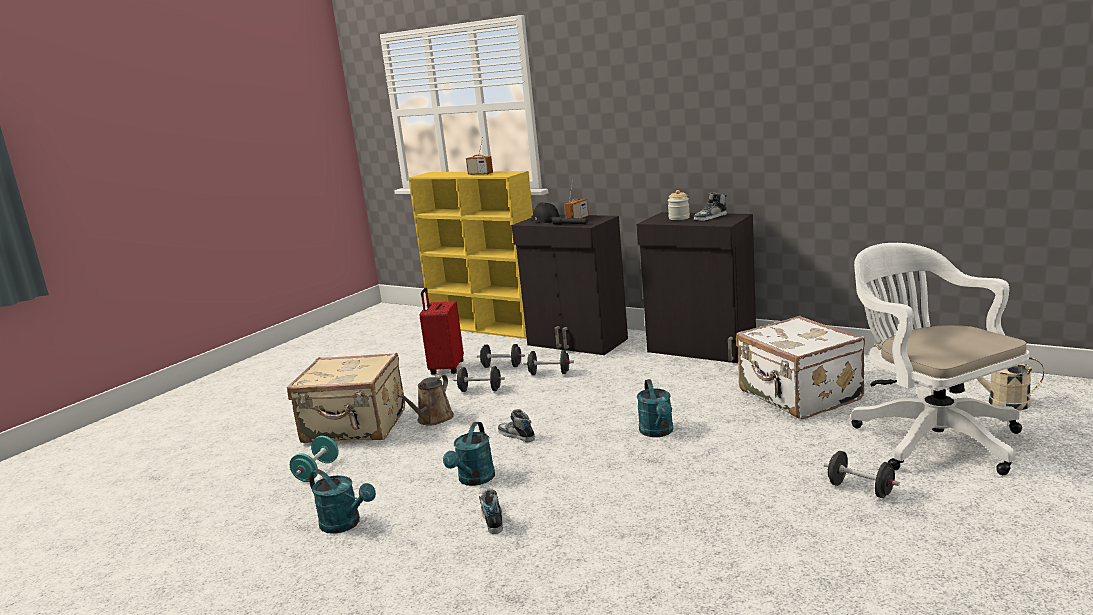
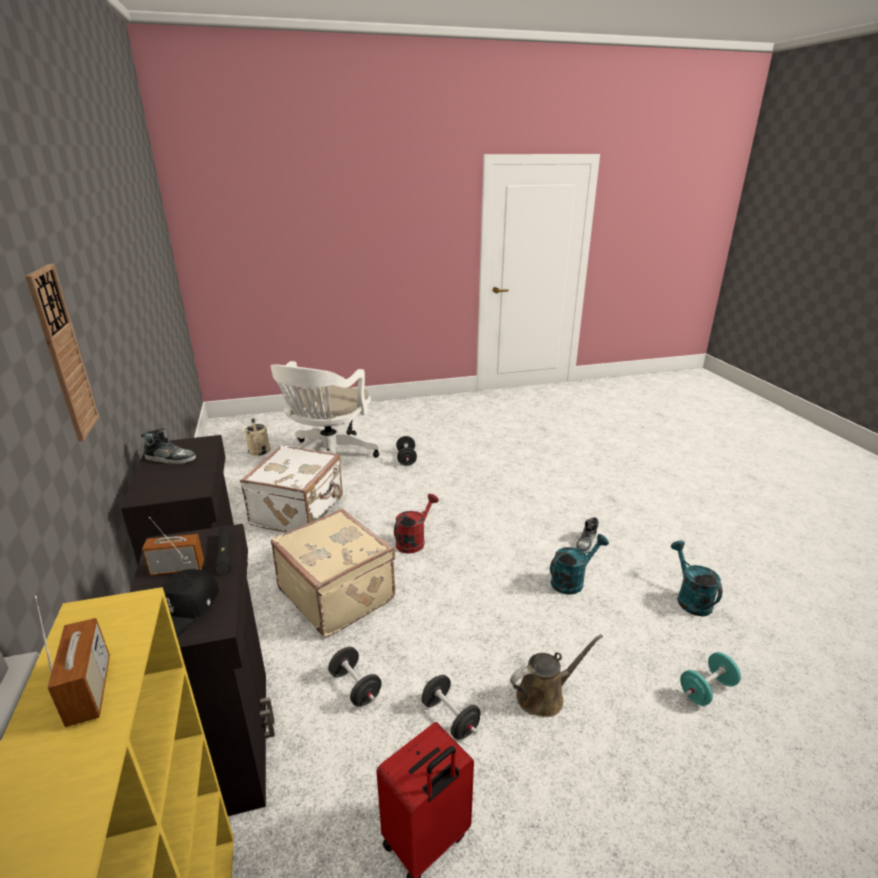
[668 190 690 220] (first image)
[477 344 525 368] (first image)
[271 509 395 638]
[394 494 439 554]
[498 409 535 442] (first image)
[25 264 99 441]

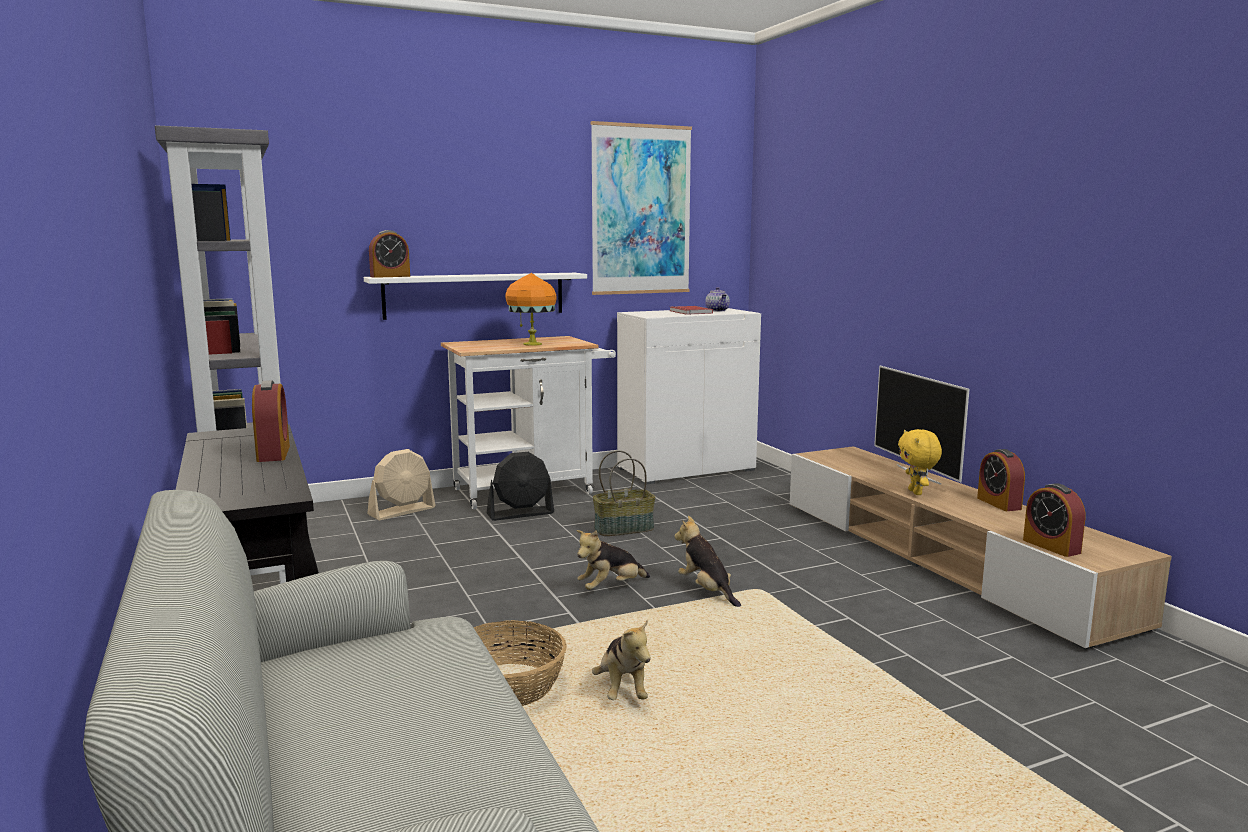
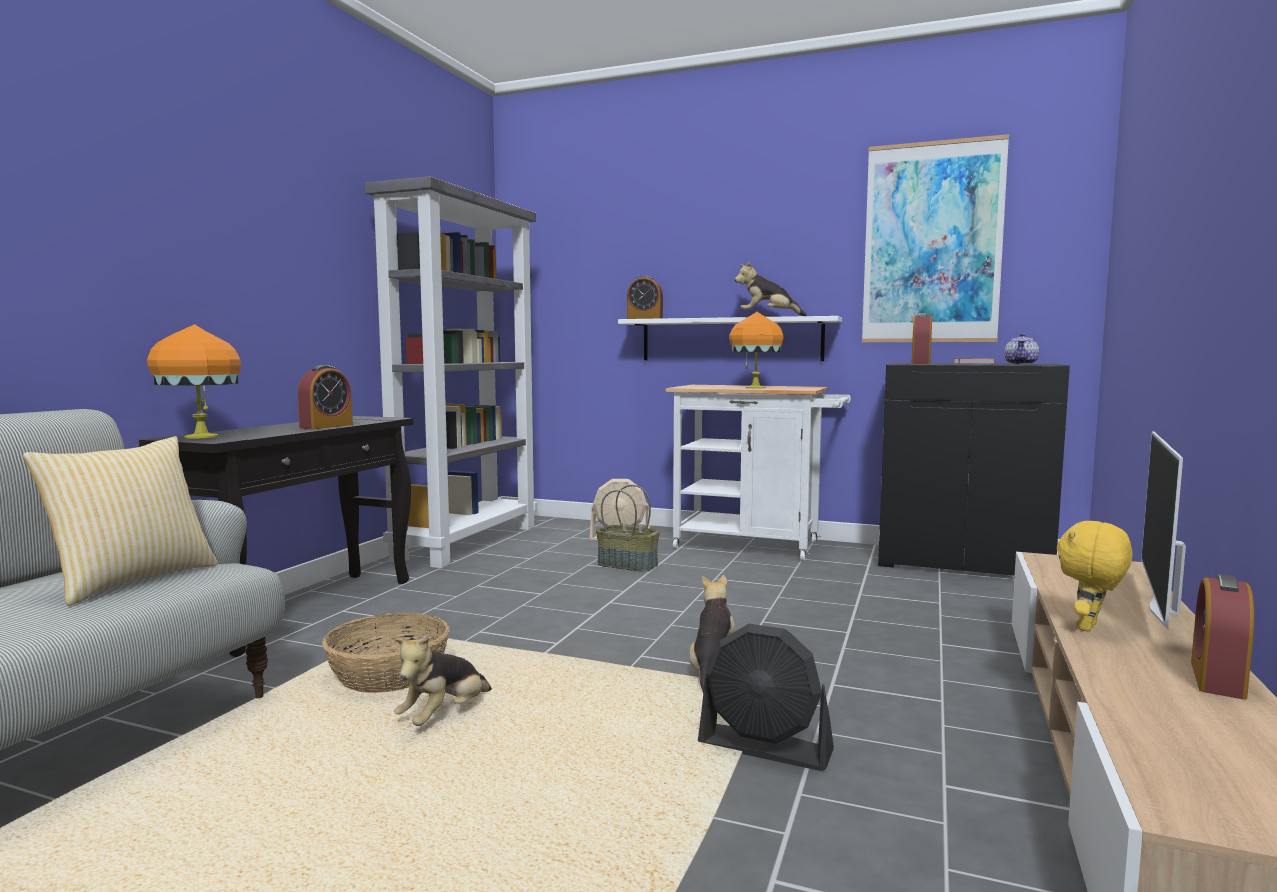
[878 363 1070 576]
[596 485 660 572]
[698 624 834 771]
[911 313 932 364]
[735 261 807 316]
[147 324 241 439]
[23 436 218 606]

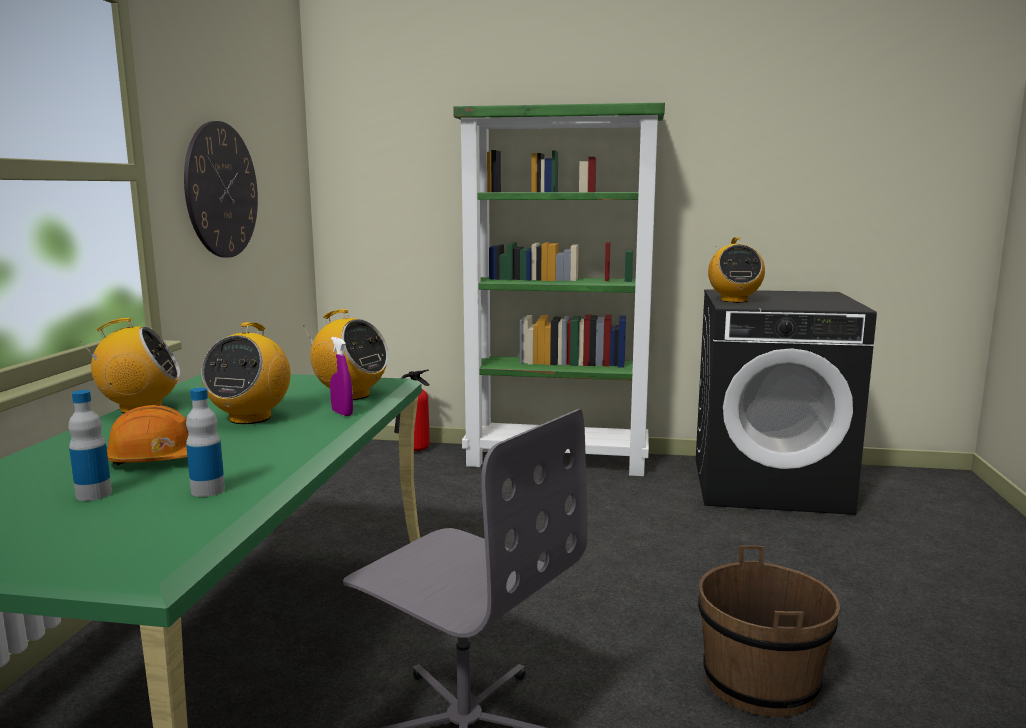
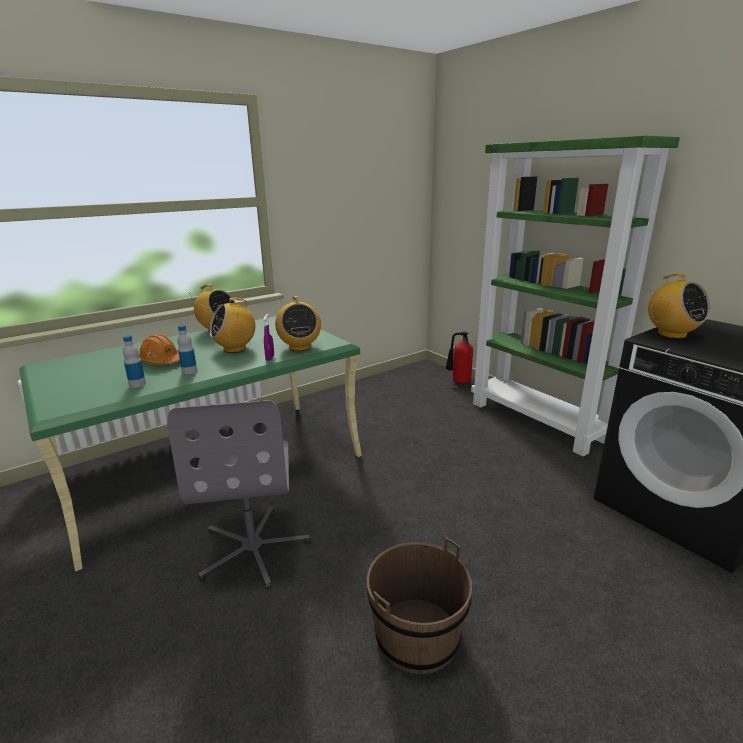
[184 121 258 258] (first image)
[647 274 710 339]
[177 325 197 375]

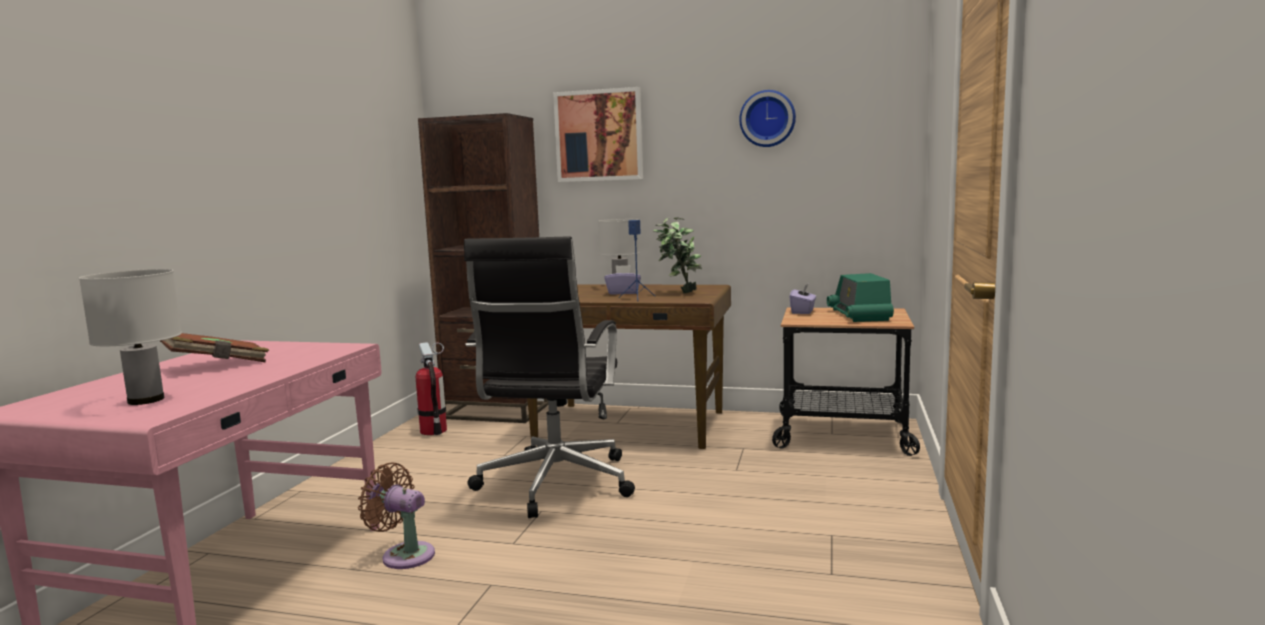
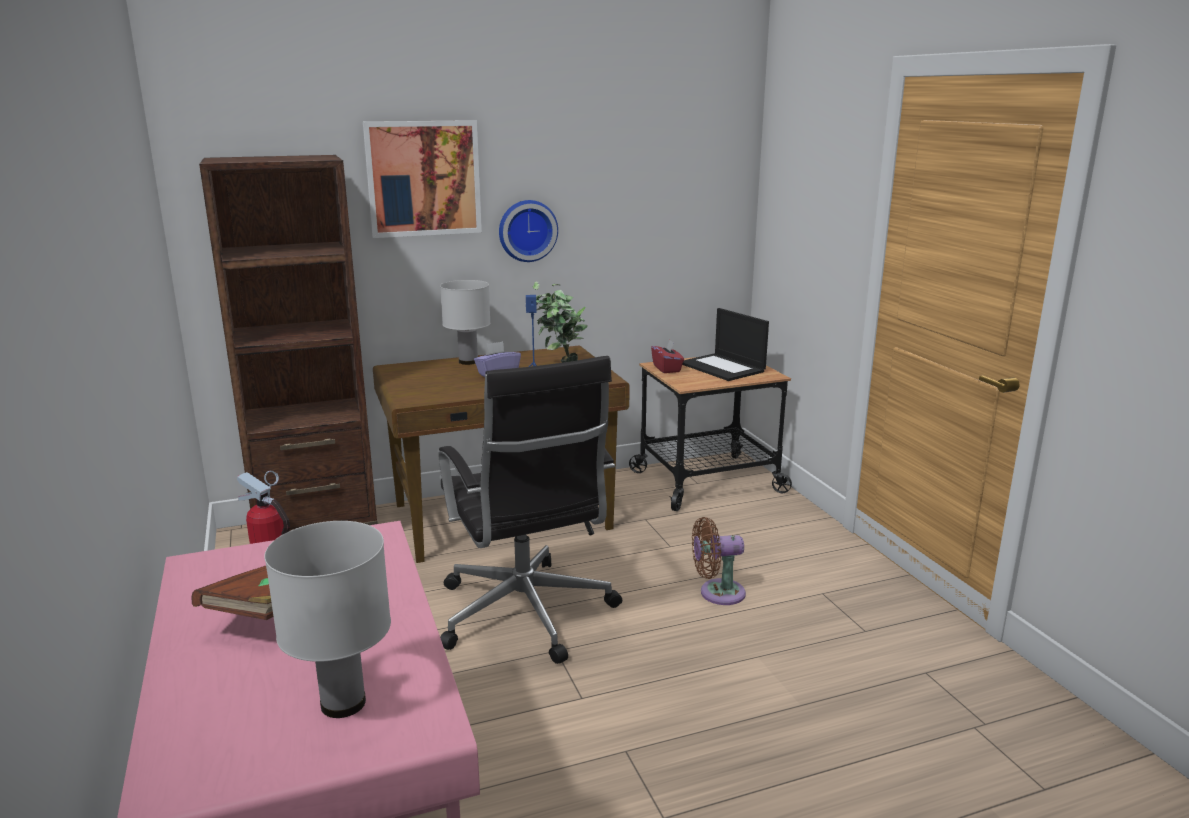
[499 200 558 262]
[682 308 769 381]
[651 340 684 373]
[692 517 746 605]

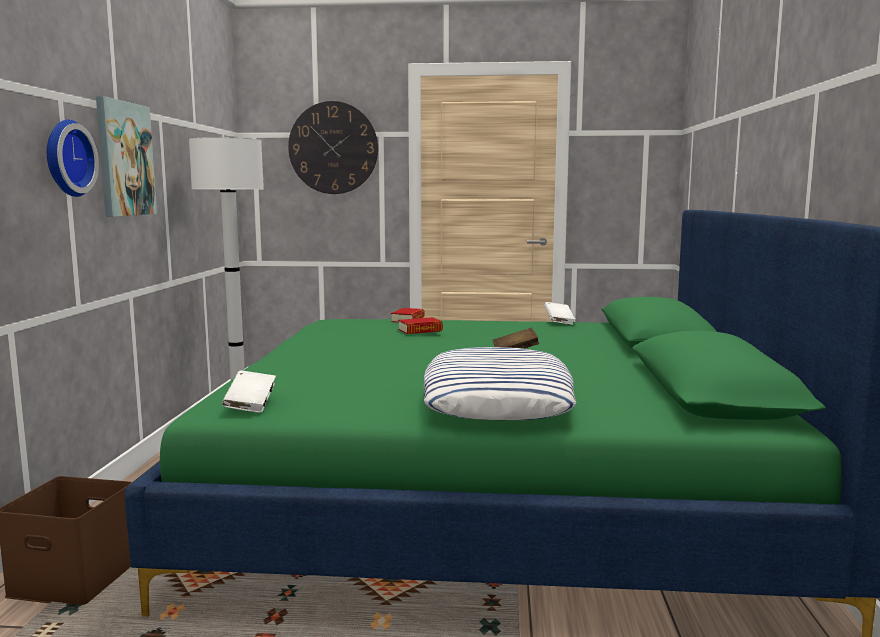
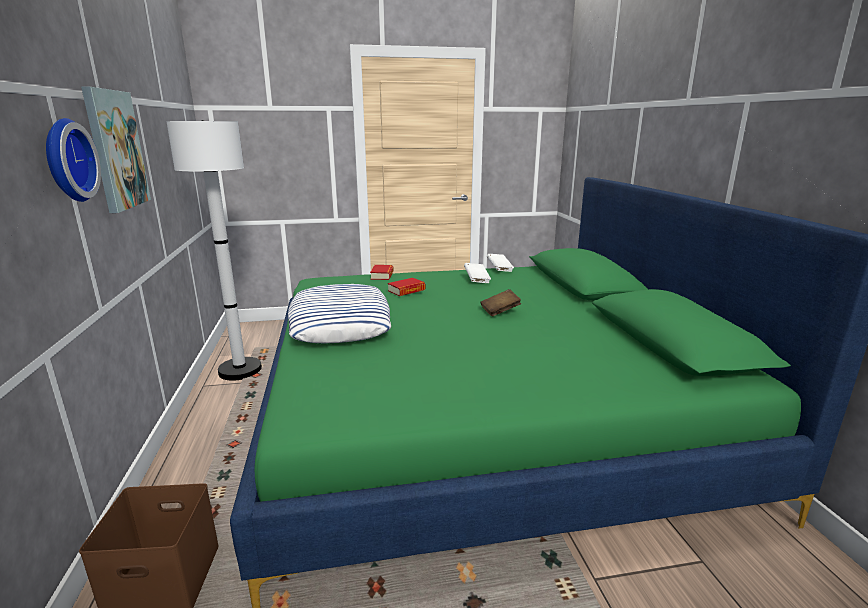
[288 101 378 194] (first image)
[288 284 392 343]
[464 263 491 283]

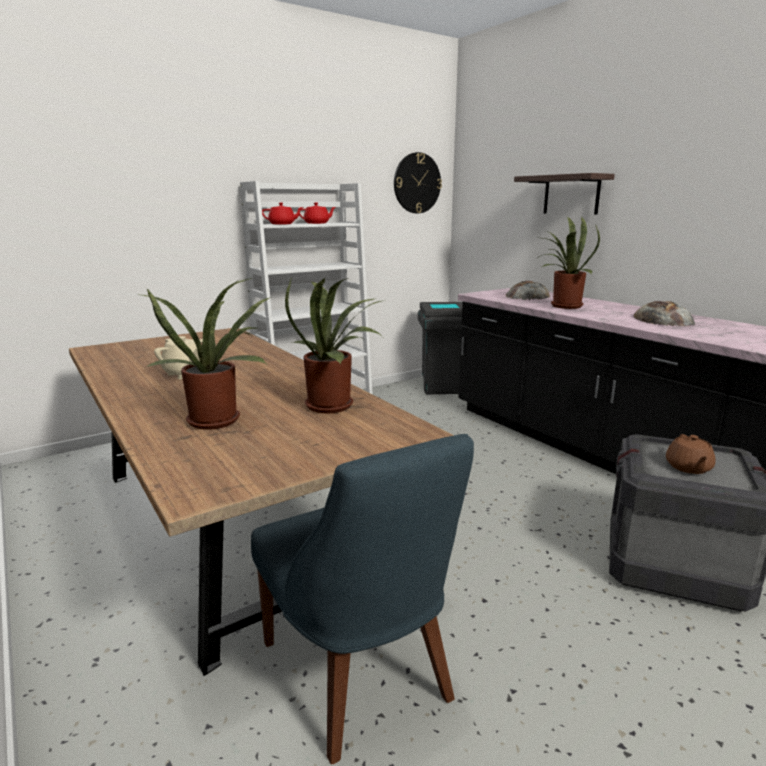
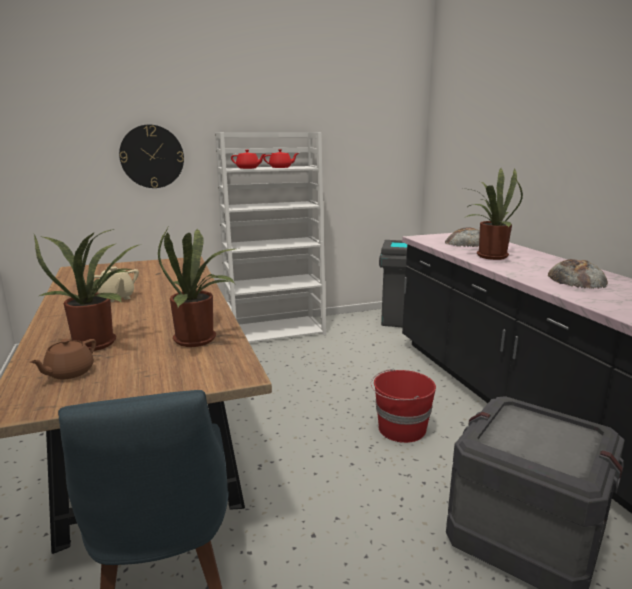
[119 125 184 188]
[514 173 615 215] (first image)
[29 339 96 379]
[371 368 436 443]

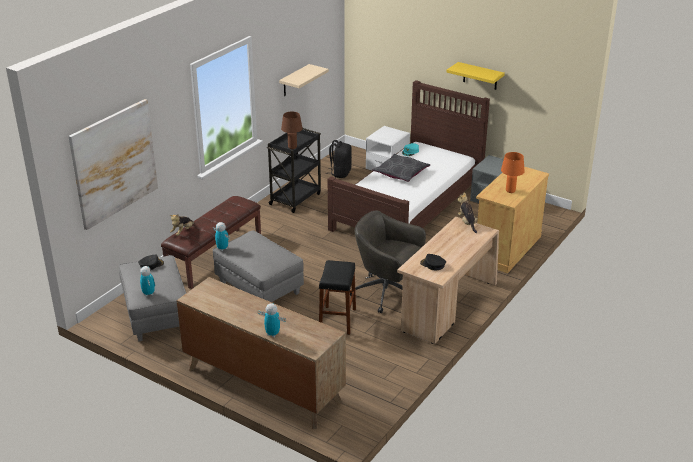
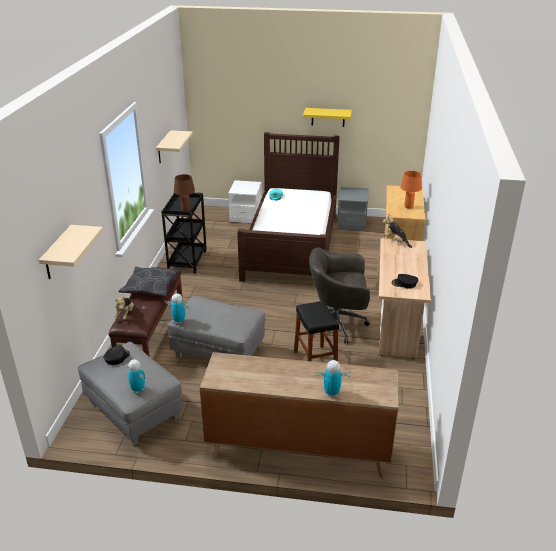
[39 225 103 279]
[326 140 352 178] (first image)
[118 267 180 297]

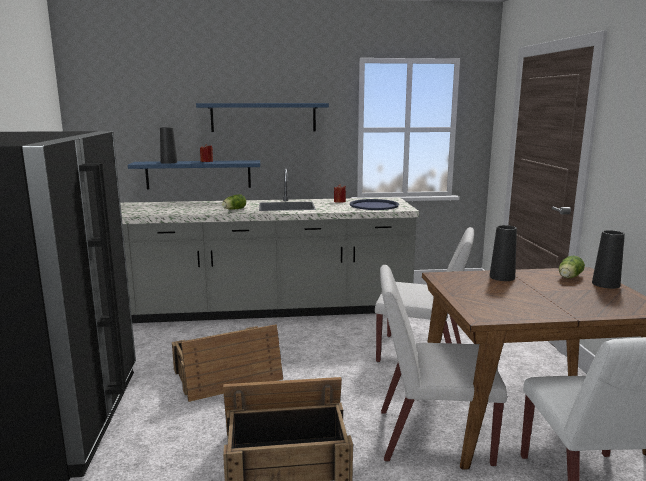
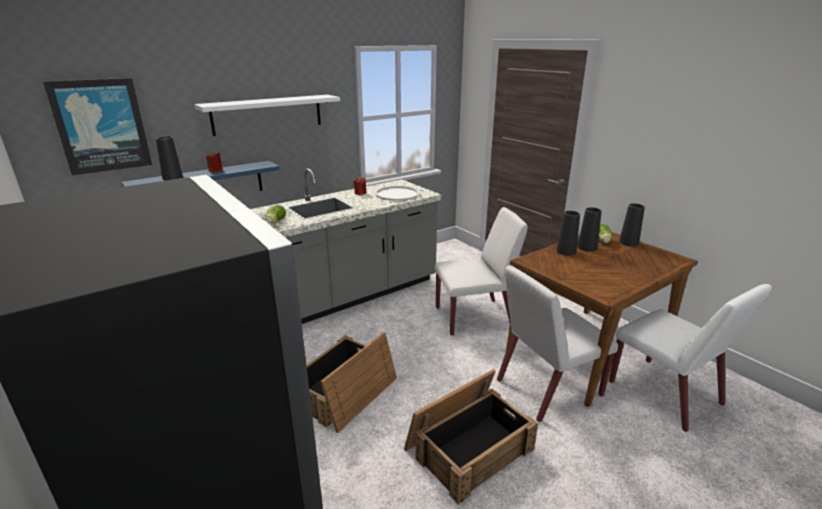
[194 95 340 136]
[375 185 420 201]
[43 78 152 175]
[577 207 602 252]

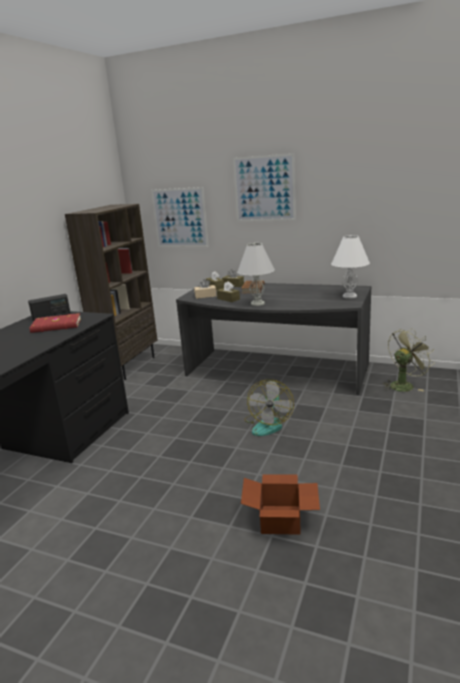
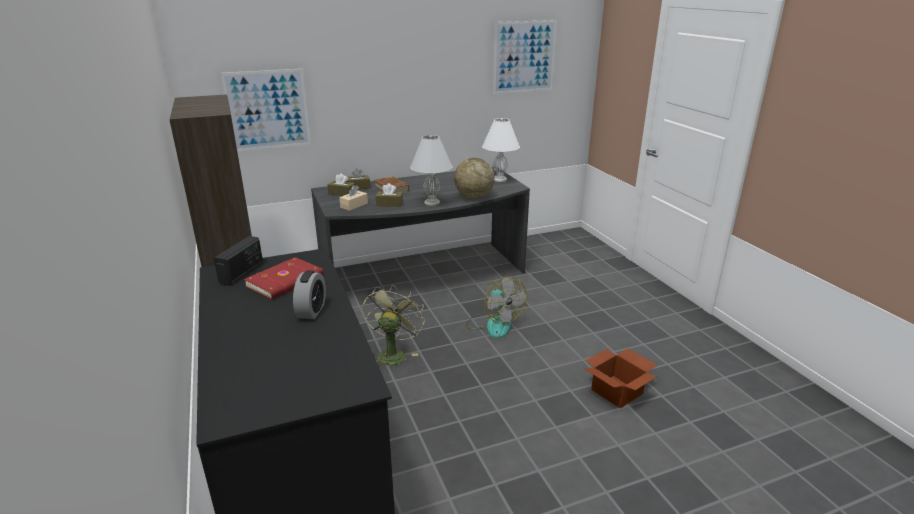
[493 20 557 94]
[362 284 425 367]
[454 158 495 199]
[293 270 326 319]

